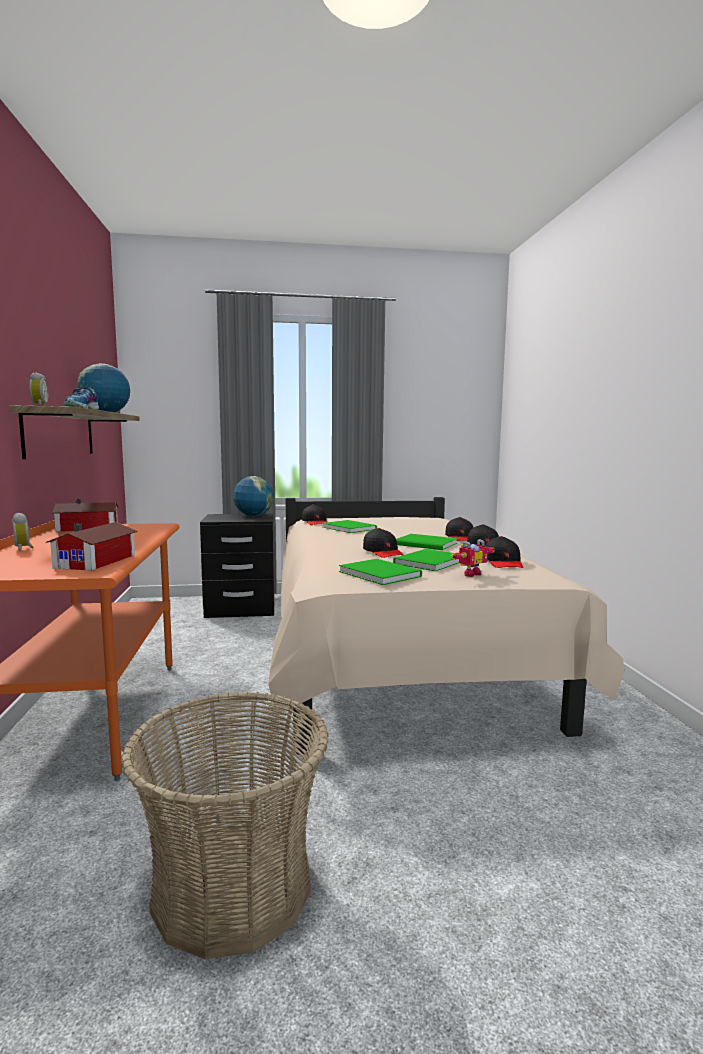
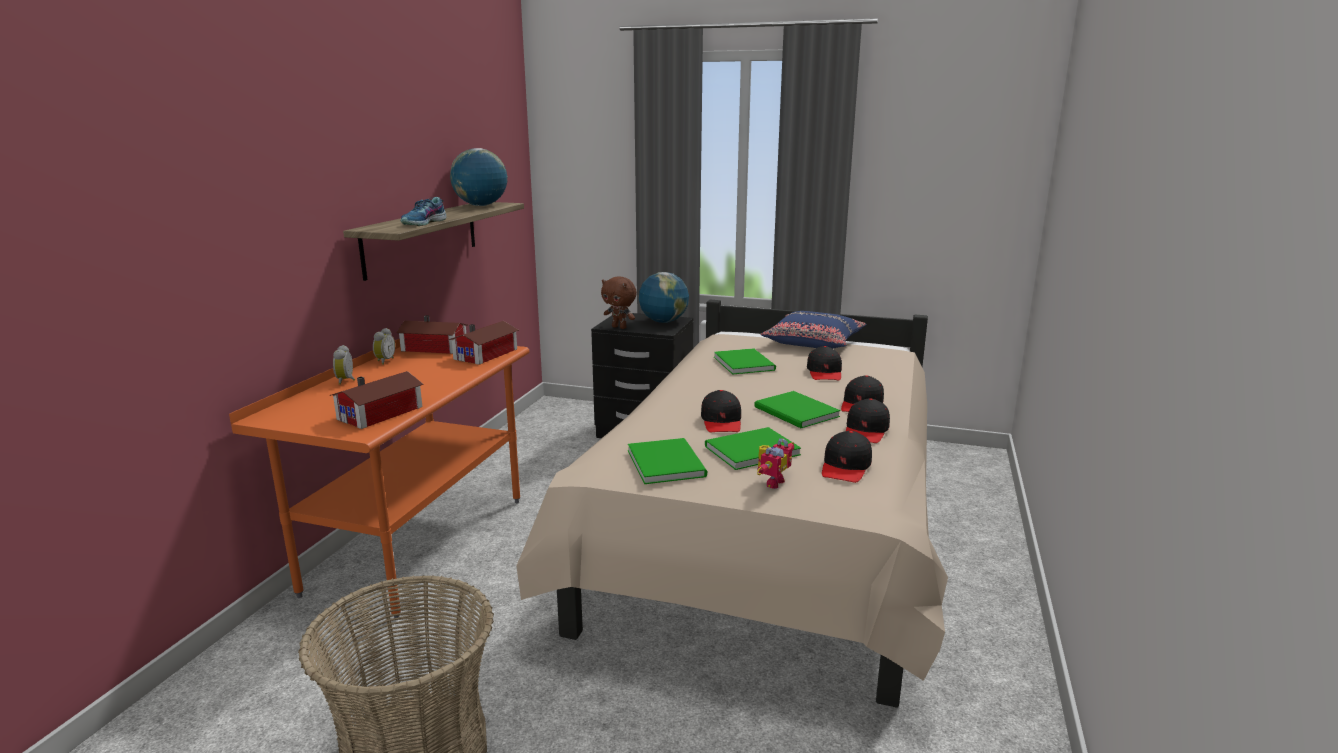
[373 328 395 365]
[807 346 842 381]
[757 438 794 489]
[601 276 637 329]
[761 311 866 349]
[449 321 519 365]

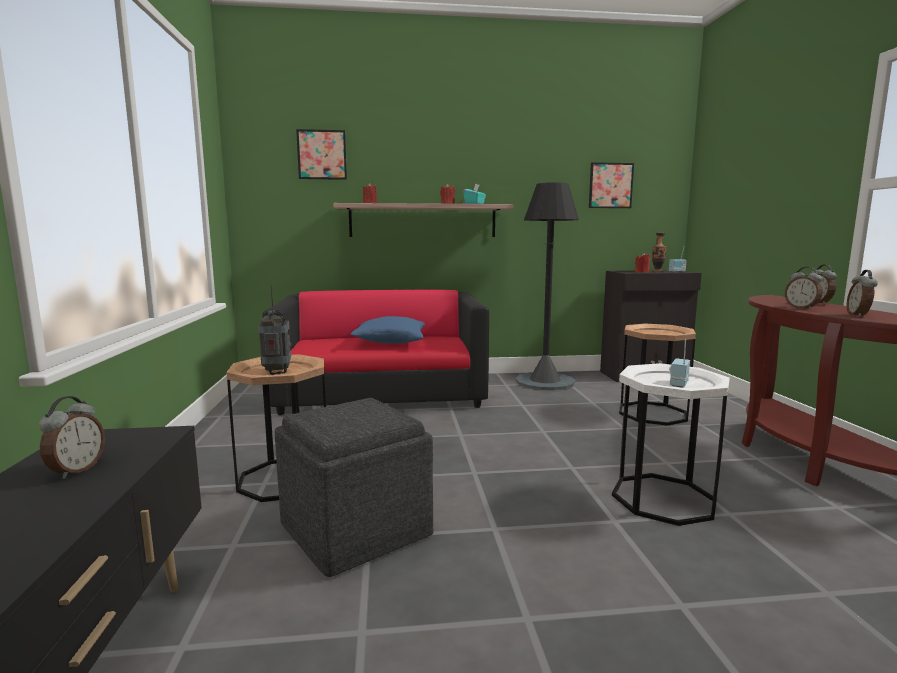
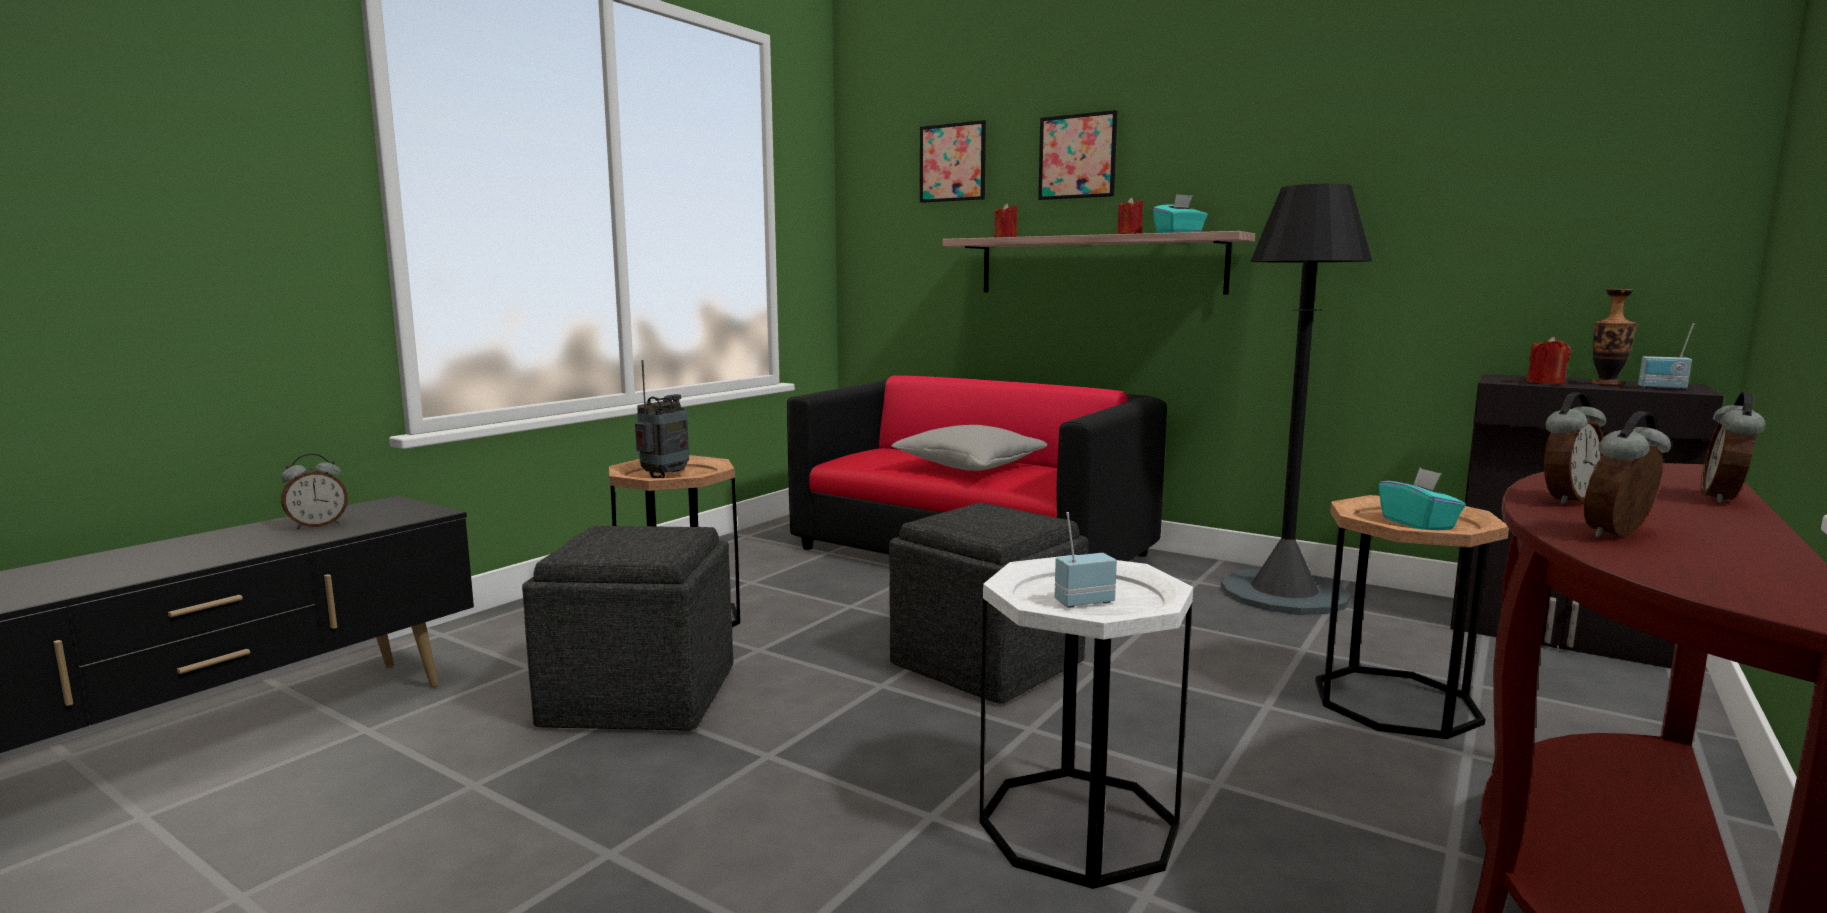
[1038 110 1117 200]
[1544 392 1606 505]
[891 425 1047 471]
[1379 468 1466 530]
[889 502 1088 703]

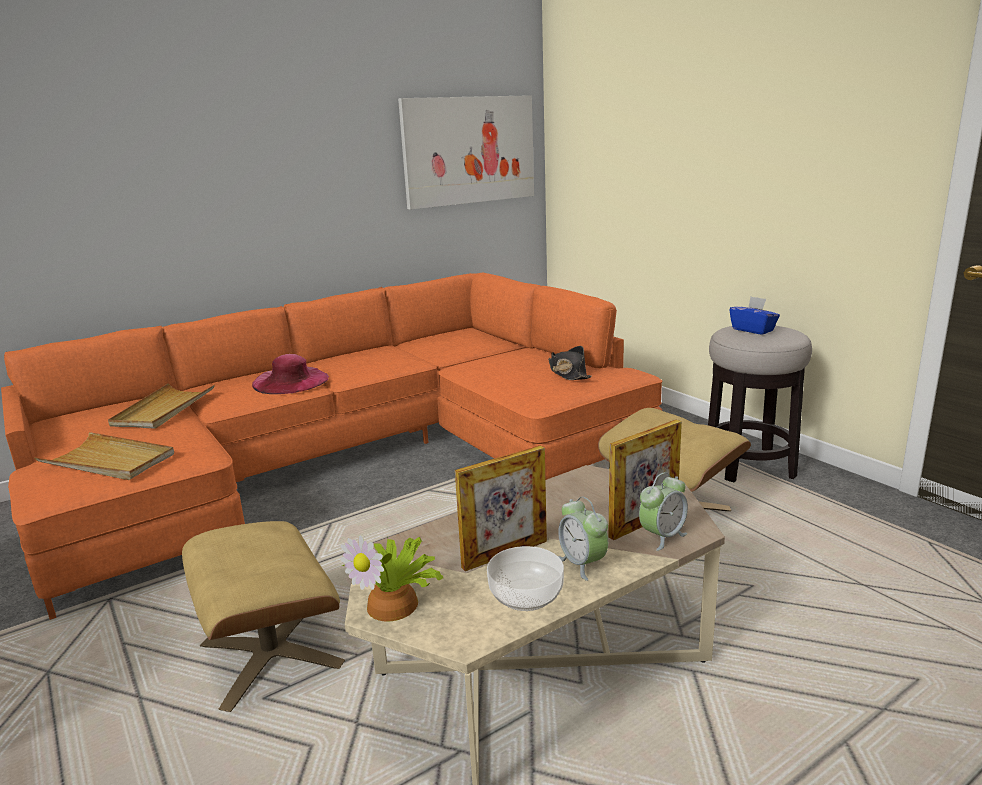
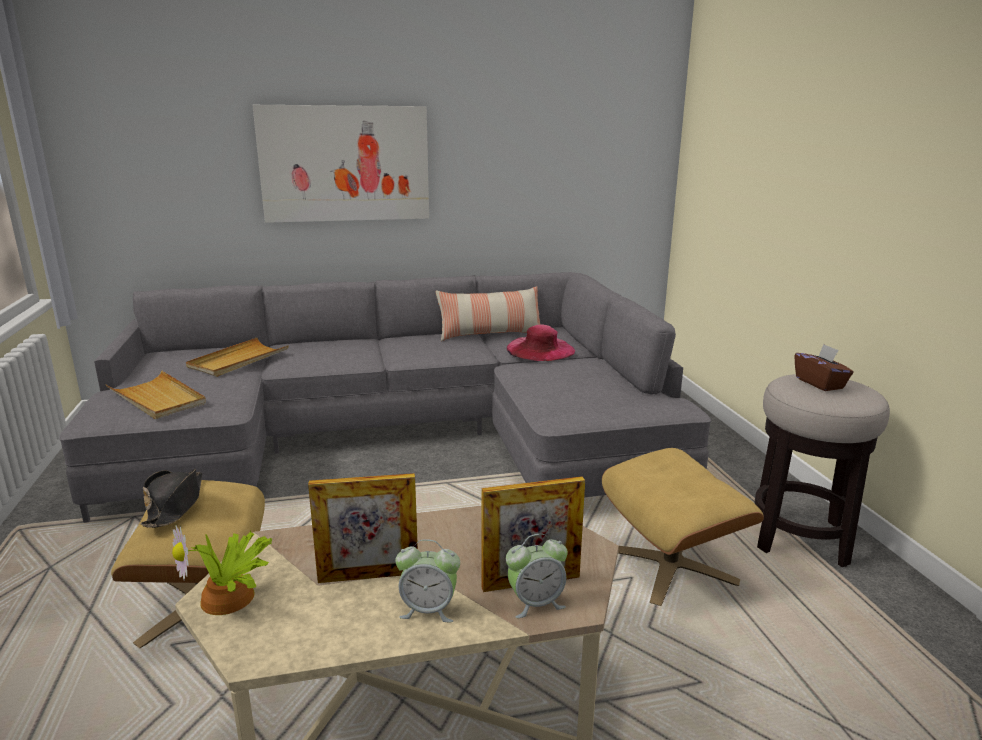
[253 105 429 223]
[59 272 711 523]
[794 344 854 391]
[141 469 202 528]
[507 325 575 361]
[395 539 460 622]
[487 546 564 611] (first image)
[436 286 541 341]

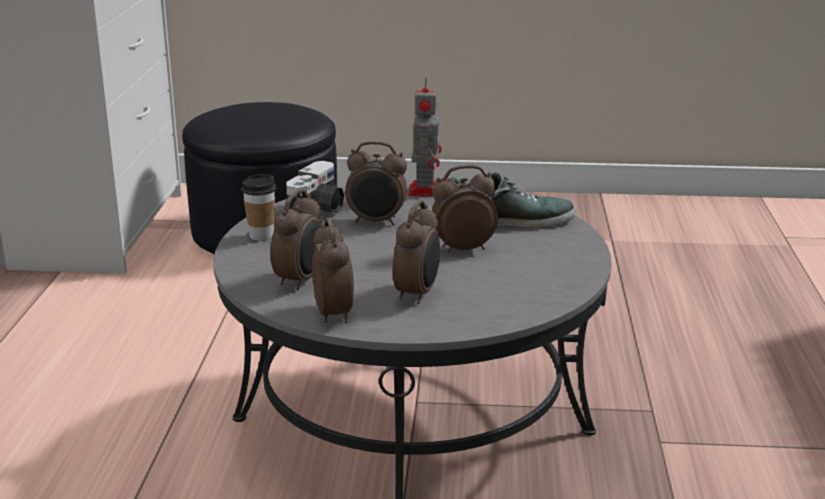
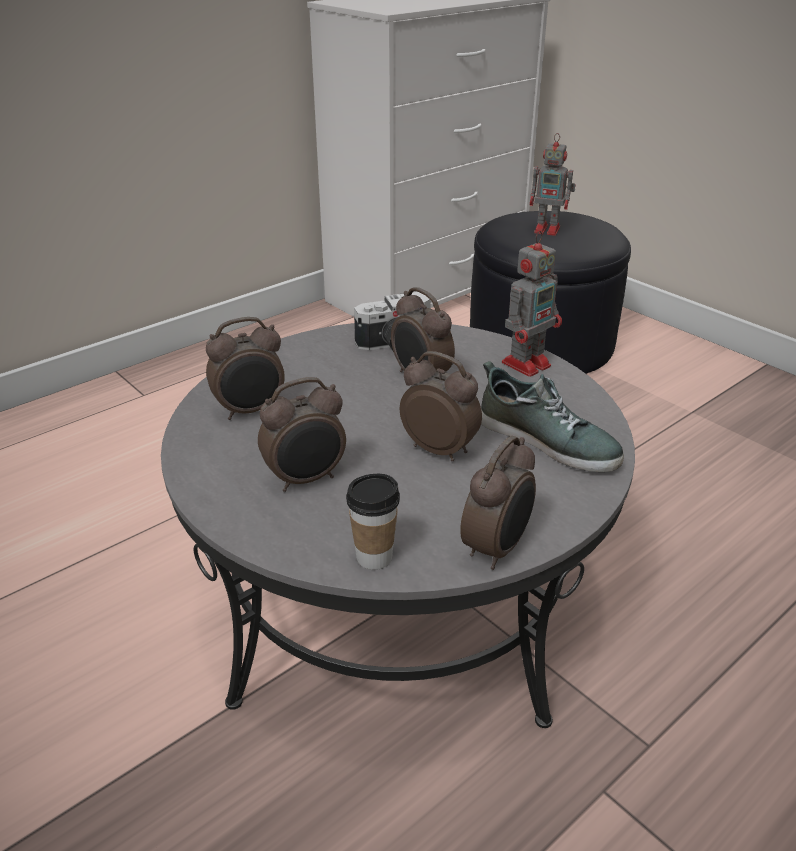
[346 474 400 570]
[460 436 536 570]
[530 133 576 236]

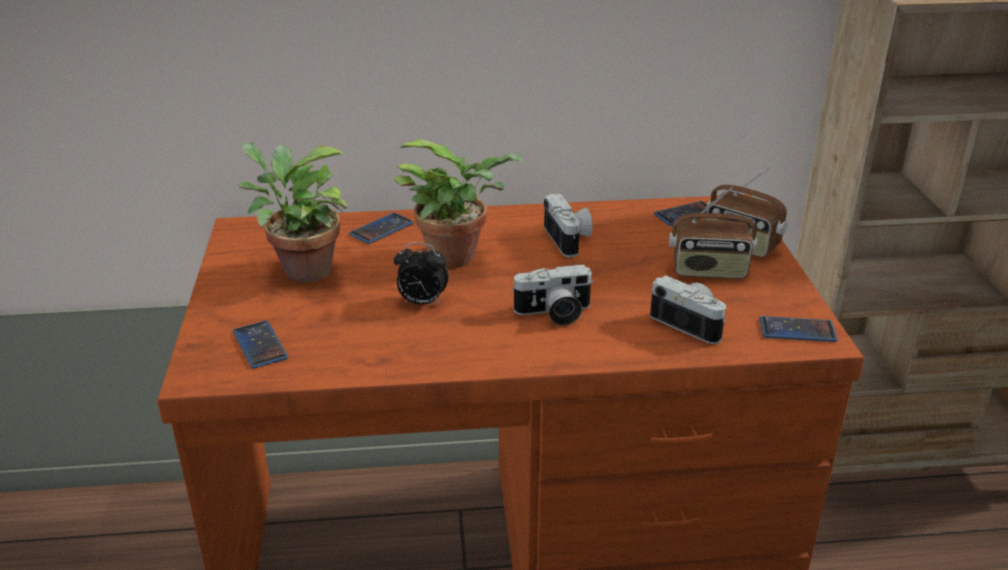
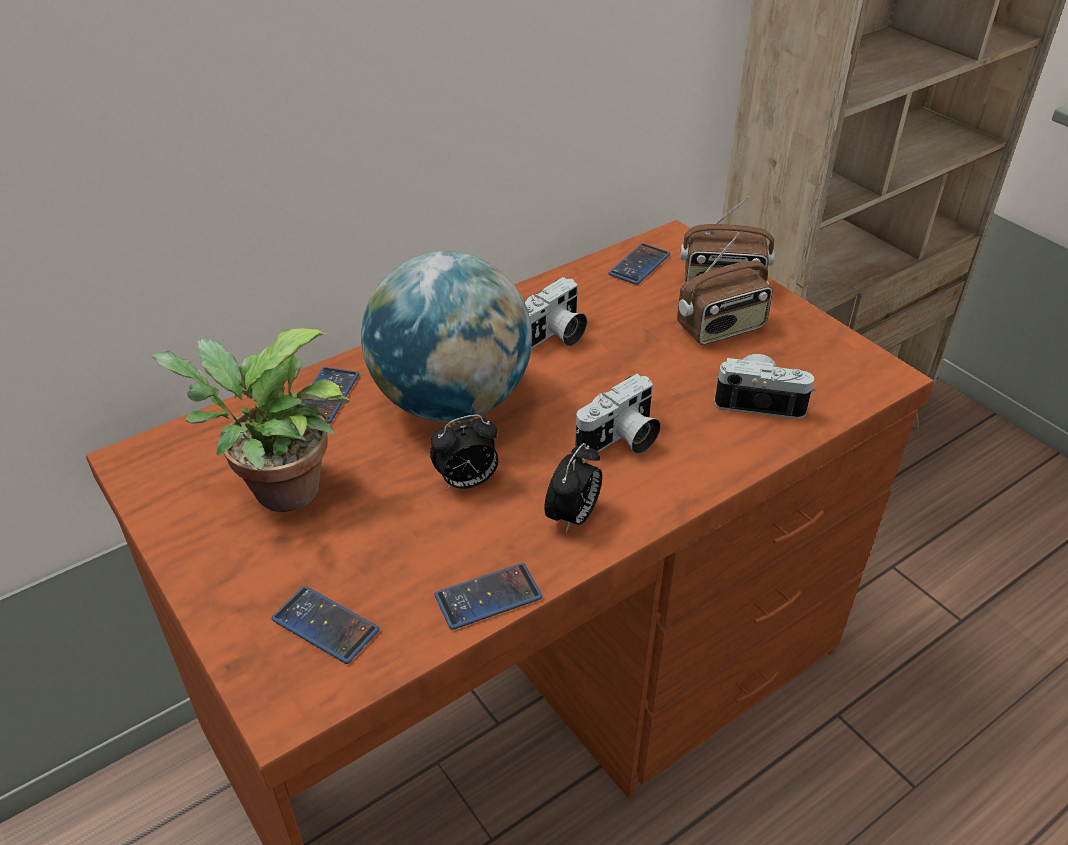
[361 251 532 422]
[525 277 587 349]
[435 563 542 630]
[544 443 602 533]

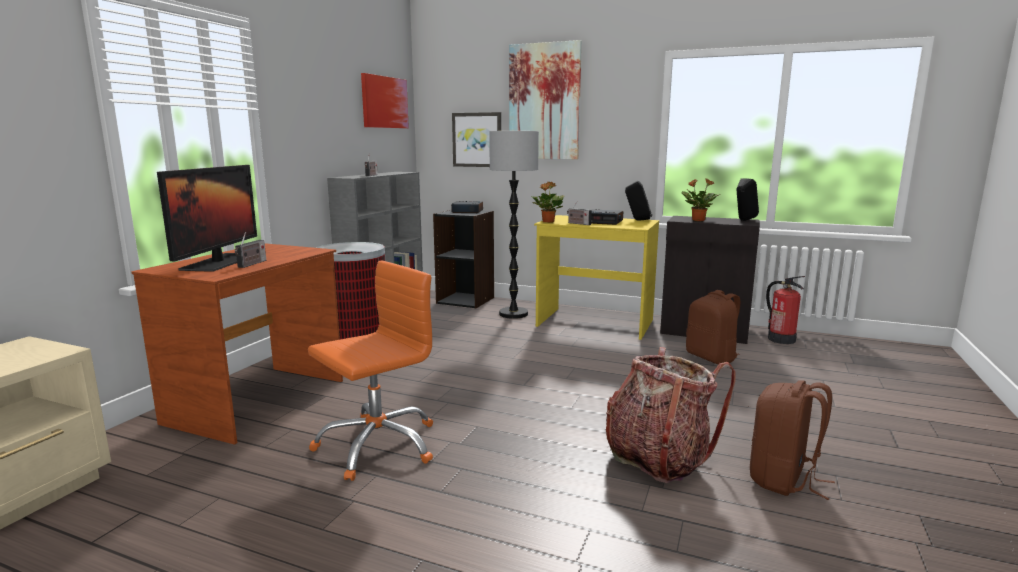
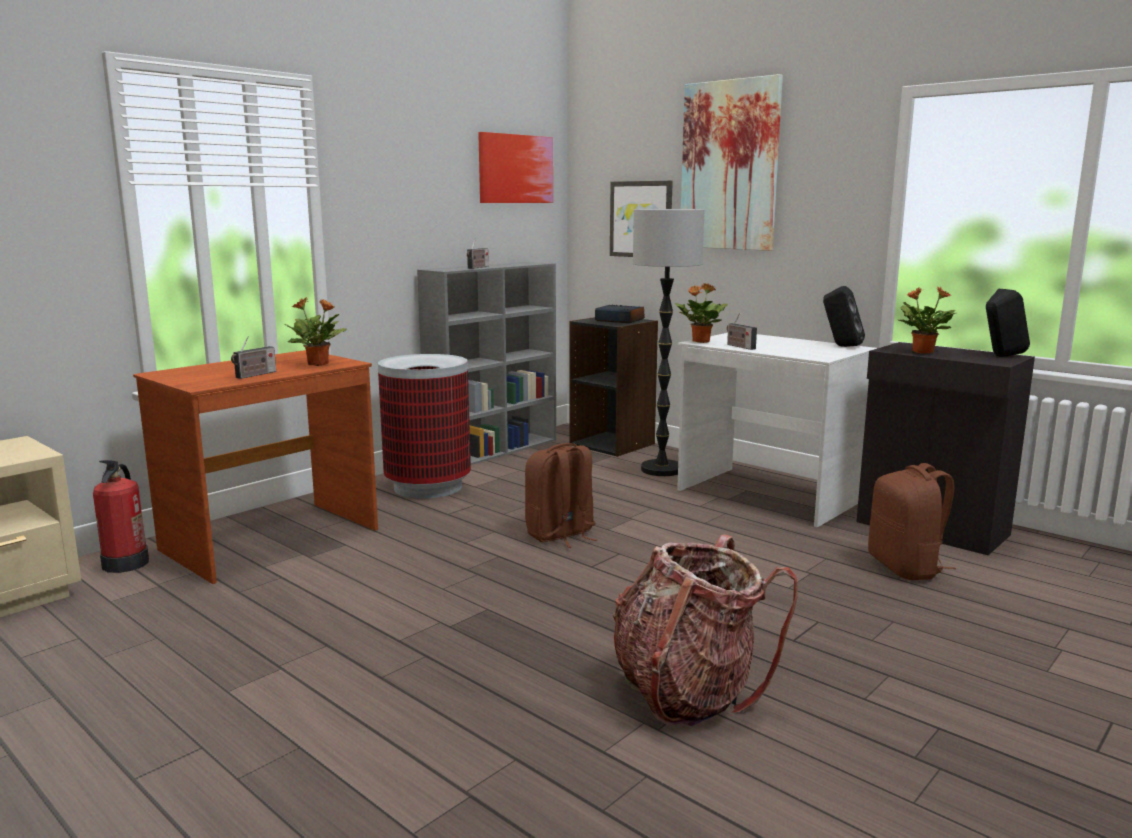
[157 165 257 272] (first image)
[591 209 623 225] (first image)
[677 333 877 527]
[308 260 433 481] (first image)
[93 460 149 573]
[525 443 597 548]
[284 297 347 366]

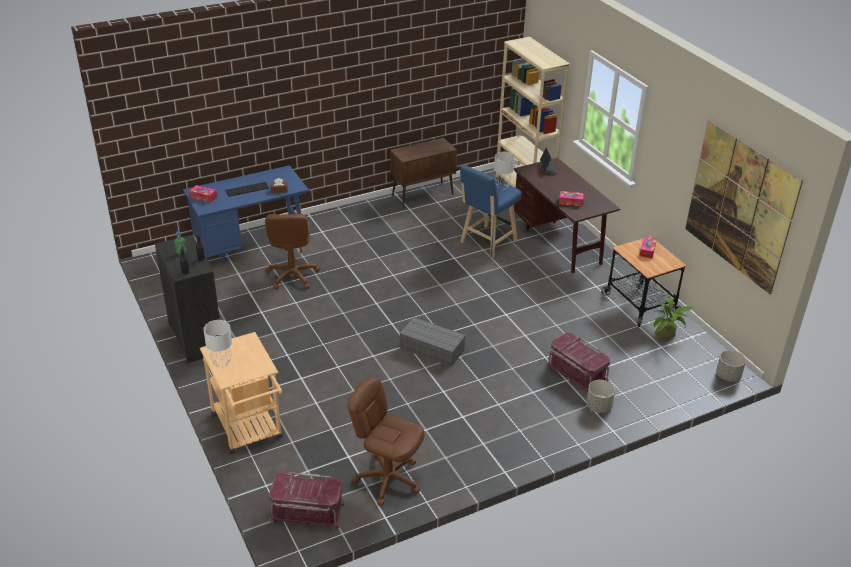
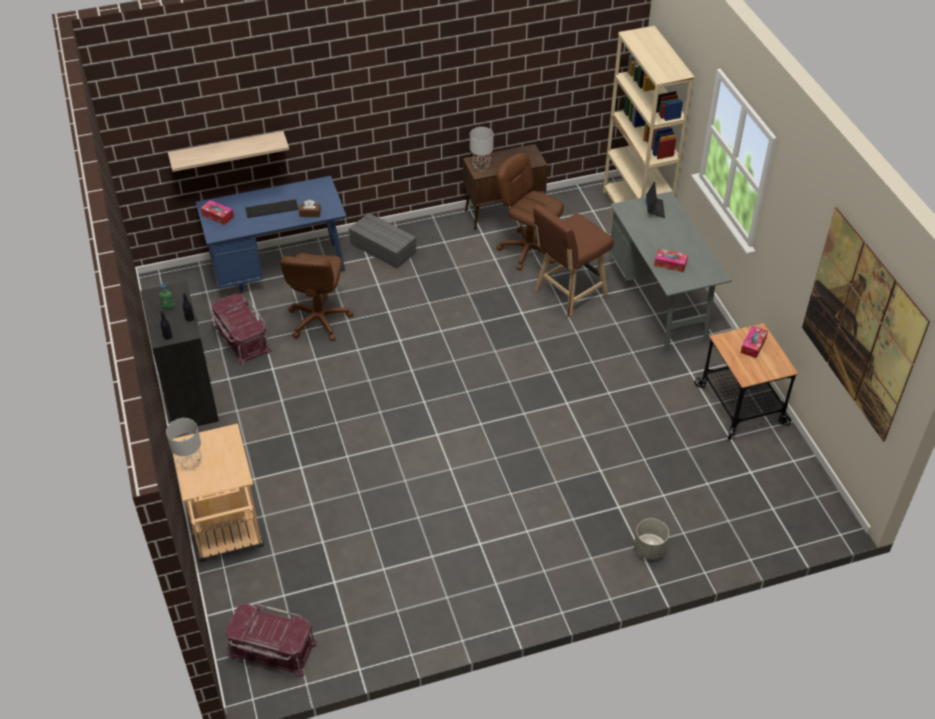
[470 127 494 170]
[609 191 732 351]
[533 205 614 317]
[654 298 693 341] (first image)
[349 213 416 269]
[210 293 272 365]
[716 350 746 382] (first image)
[496 153 564 270]
[168 131 289 172]

